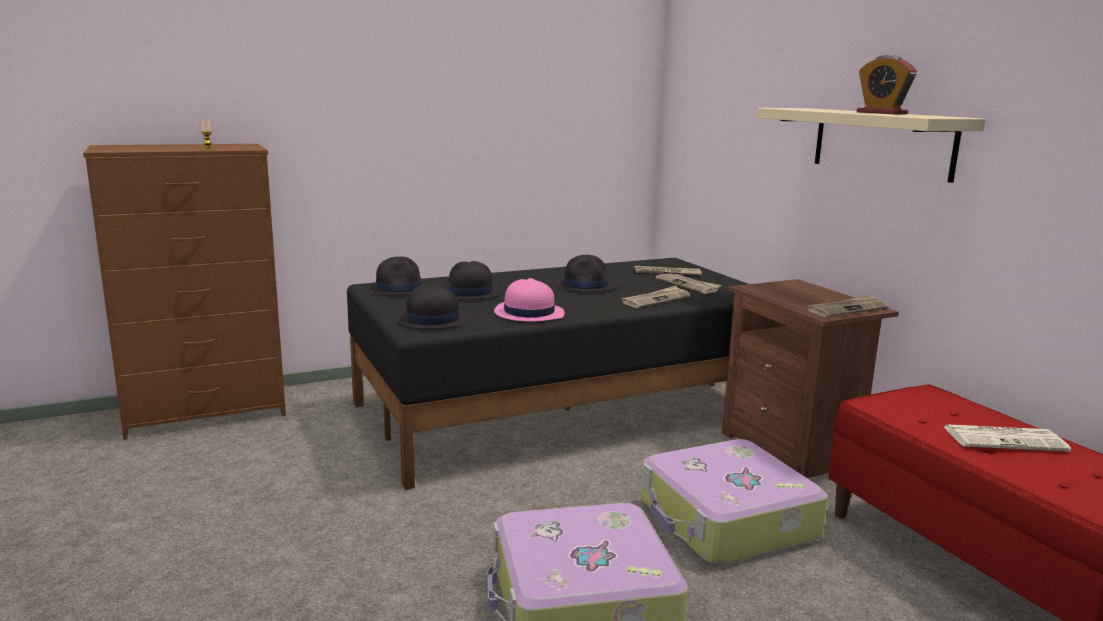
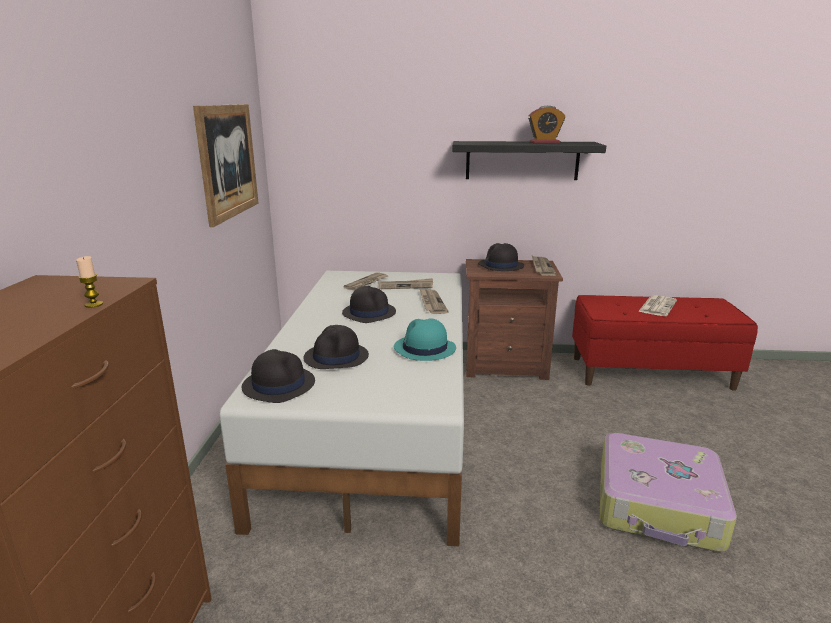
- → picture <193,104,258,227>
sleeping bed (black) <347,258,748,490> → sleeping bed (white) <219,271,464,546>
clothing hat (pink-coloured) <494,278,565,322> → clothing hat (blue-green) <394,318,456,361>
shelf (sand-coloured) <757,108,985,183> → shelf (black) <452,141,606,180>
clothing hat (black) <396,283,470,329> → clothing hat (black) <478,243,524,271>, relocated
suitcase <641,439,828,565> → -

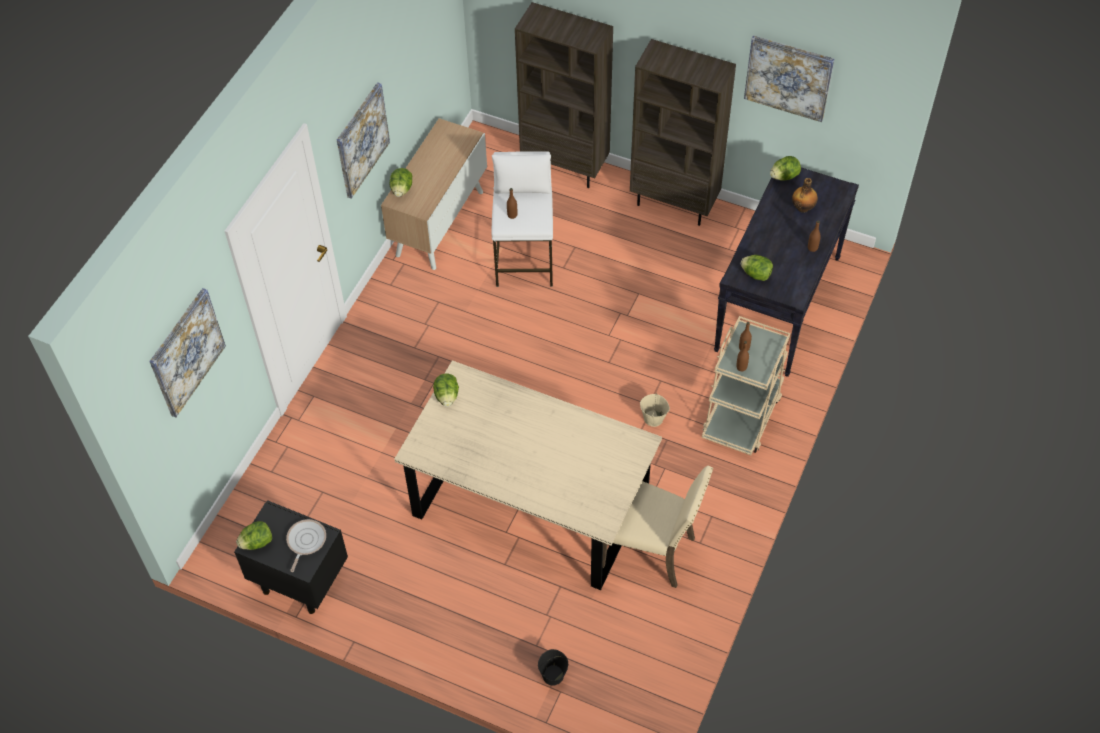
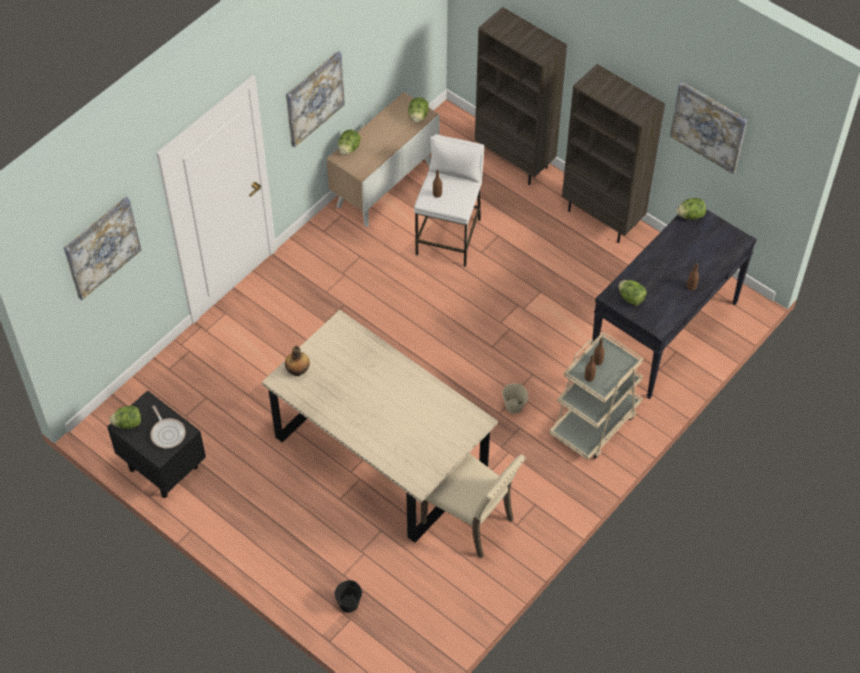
frying pan <286,519,326,572> → frying pan <150,406,186,448>, 120 degrees clockwise
drink bottle <792,178,818,213> → drink bottle <285,346,310,376>, relocated
head of lettuce <433,374,459,407> → head of lettuce <408,97,429,123>, relocated

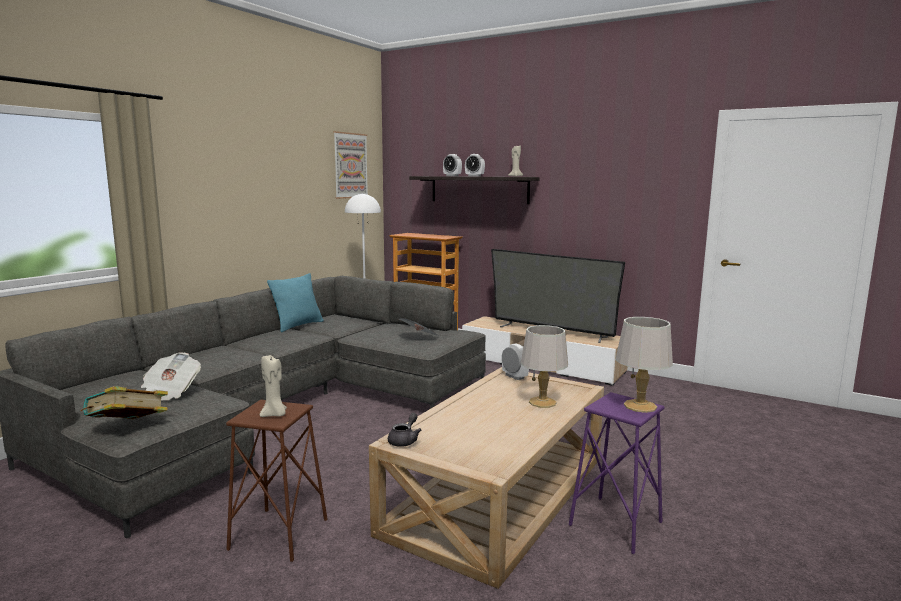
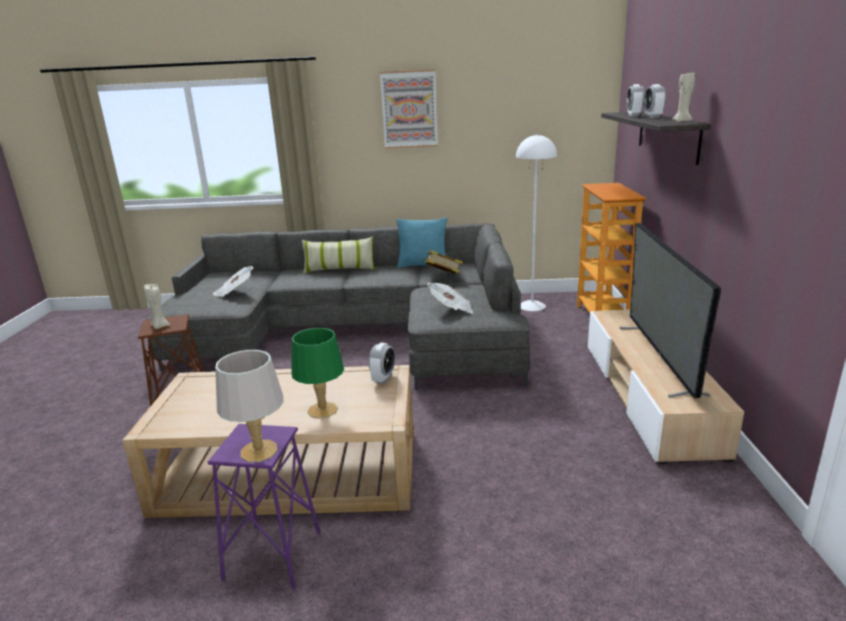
lamp for a table (gray) <521,325,568,408> → lamp for a table (green-coloured) <291,328,344,419>
- → throw pillow <302,237,375,274>
picture <333,131,368,199> → picture <380,69,438,149>, relocated
book <81,386,168,419> → book <423,250,463,274>, relocated
pot for tea (gray) <388,413,421,447> → -

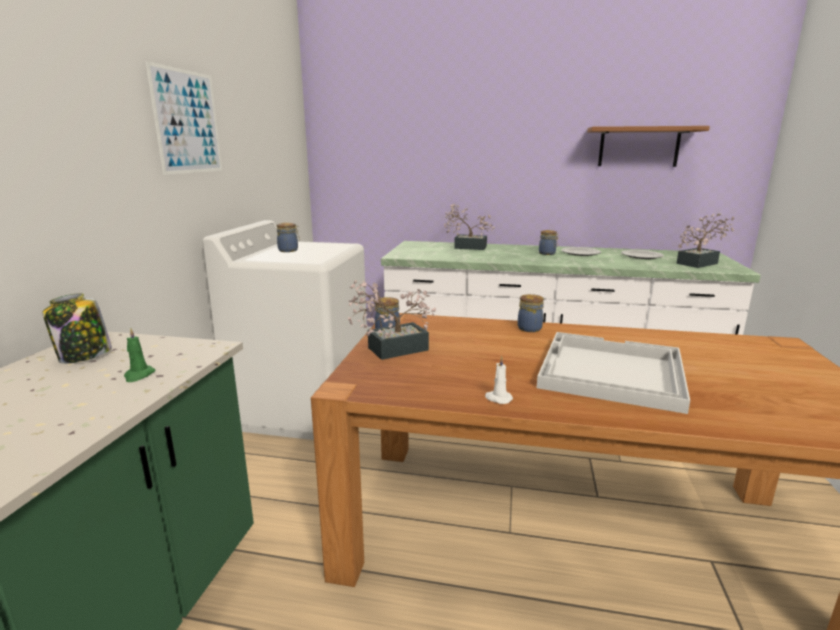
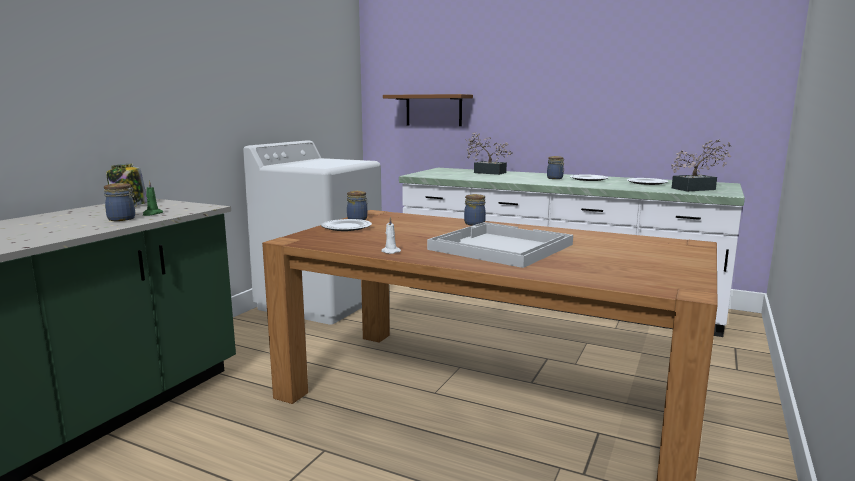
preserve jar <277,223,300,252> → preserve jar <104,183,137,221>, relocated
plant in a pot <348,280,436,360> → plate <321,219,372,231>
shelf (brown) <587,126,710,167> → shelf (brown) <383,94,473,126>, relocated
picture <146,61,222,175> → -

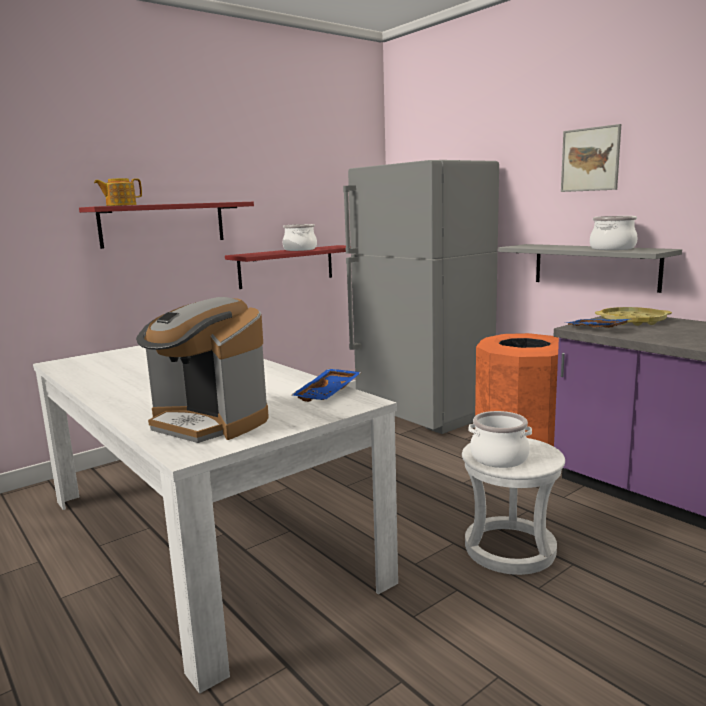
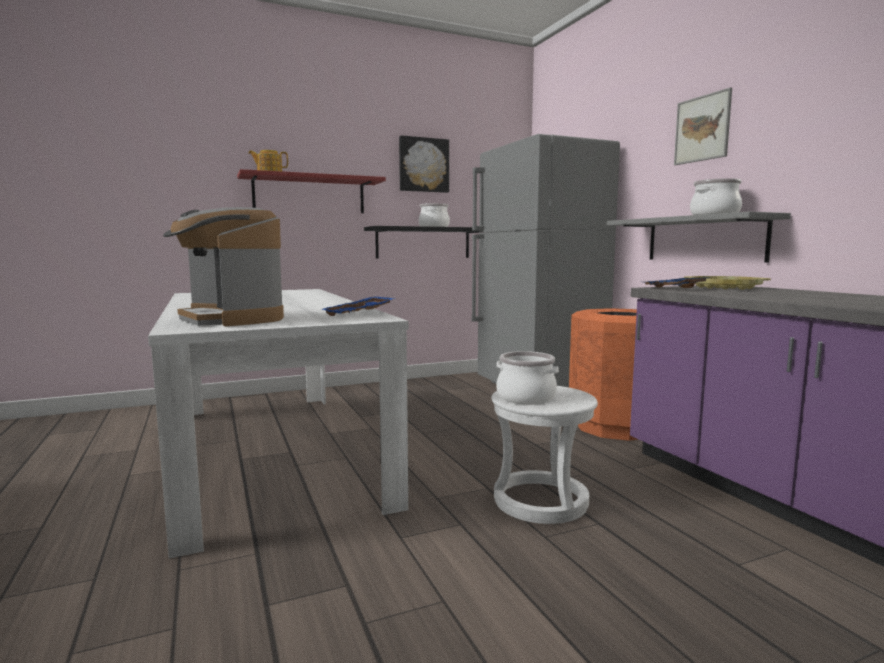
shelf (reddish) <225,245,351,289> → shelf (black) <364,226,479,259>
- → picture <399,135,449,193>

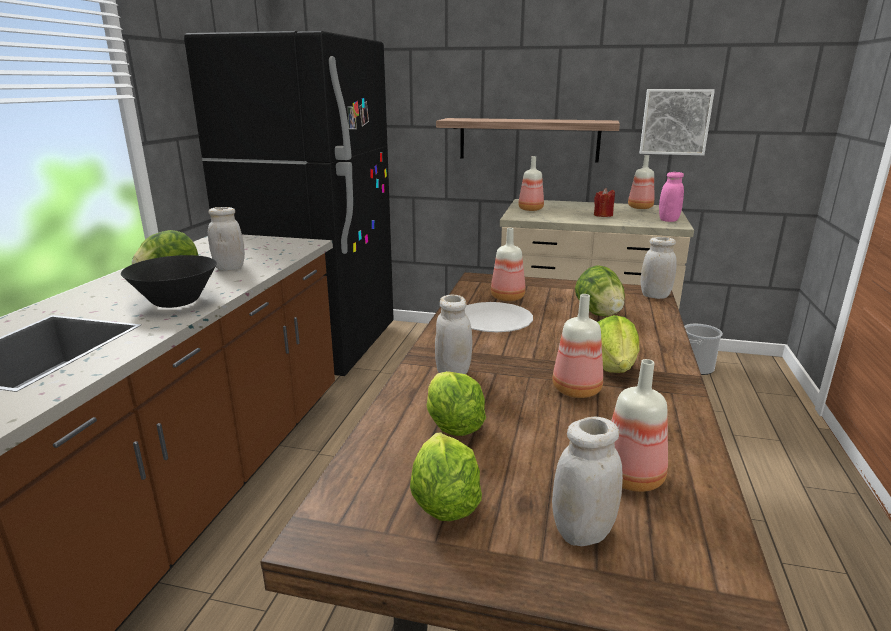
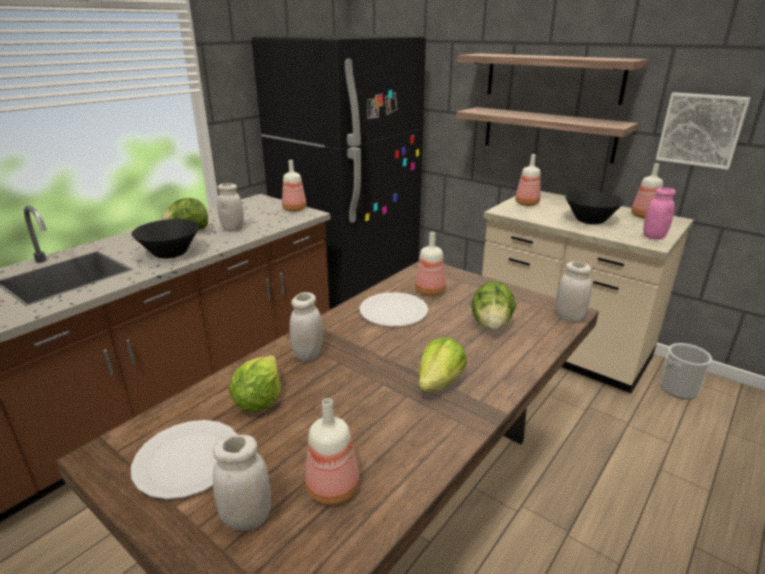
head of lettuce <410,432,482,521> → plate (white) <131,420,238,499>
drink bottle <552,294,603,398> → drink bottle <282,160,306,212>, relocated
- → shelf <457,53,649,105>
wax candle (reddish) <594,188,615,217> → serving bowl (black) <565,191,624,224>

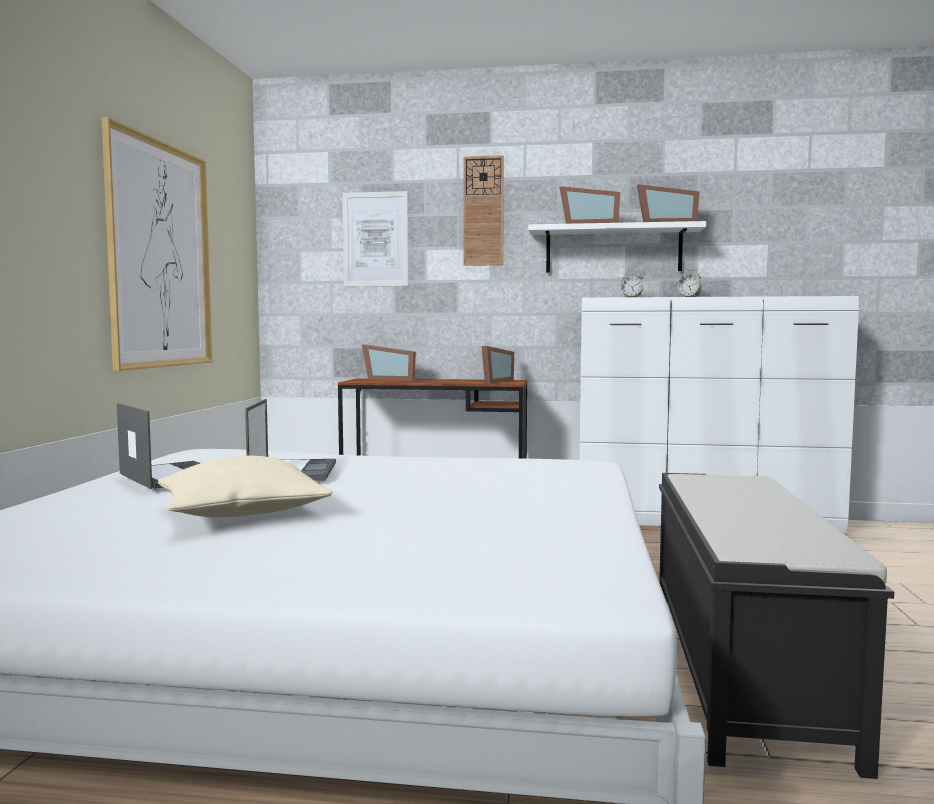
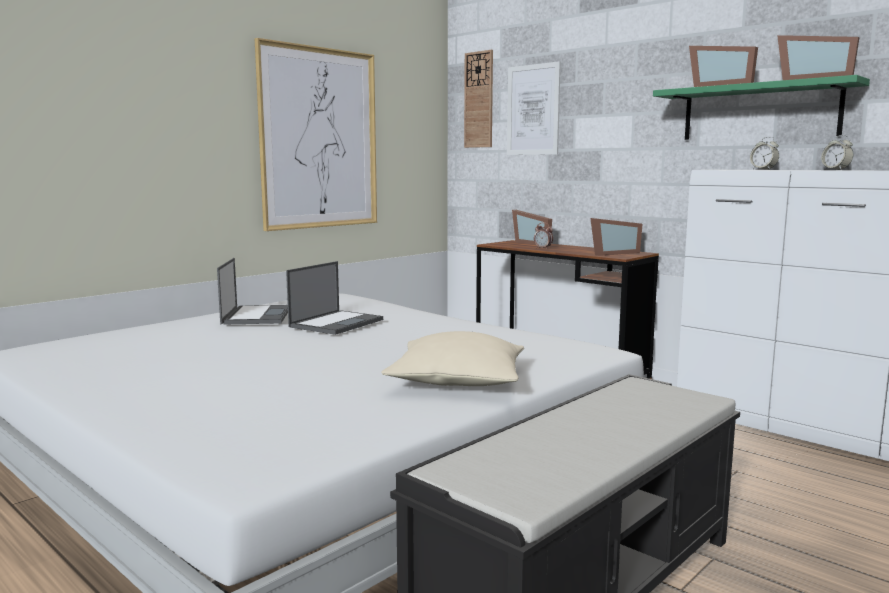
throw pillow (sand-coloured) <158,456,333,517> → throw pillow (sand-coloured) <381,331,524,386>, relocated
wall clock <464,155,504,266> → wall clock <464,50,493,148>, relocated
- → alarm clock <534,222,553,249>
shelf (white) <528,221,706,273> → shelf (green-coloured) <653,75,870,140>

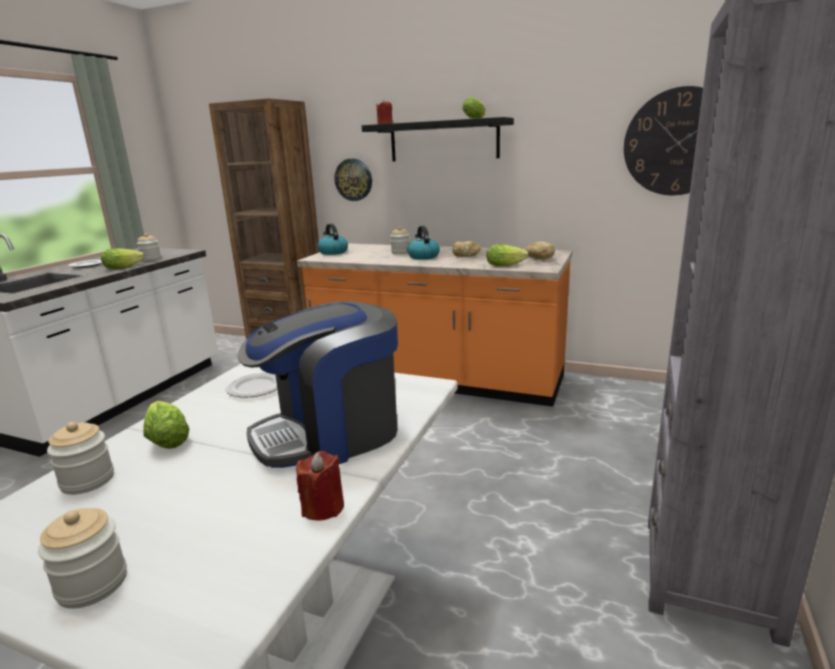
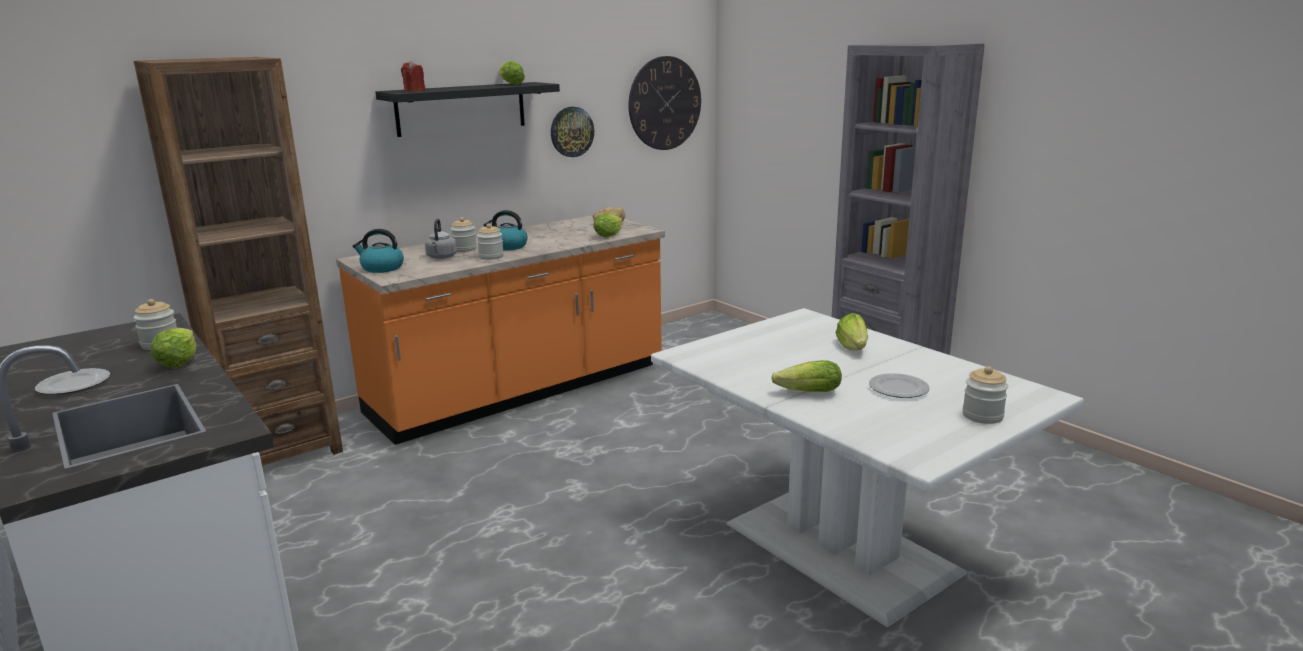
- → water kettle (gray) <425,219,457,259>
preserve jar <47,422,114,495> → preserve jar <477,224,504,260>, relocated
wall clock <335,159,372,201> → wall clock <551,107,594,157>, relocated
coffee machine <238,301,398,468> → head of lettuce <835,313,868,350>
plate <225,372,277,398> → plate <869,373,930,398>, relocated
wax candle (reddish) <296,451,344,521> → -
bakery bread <452,241,481,257> → -

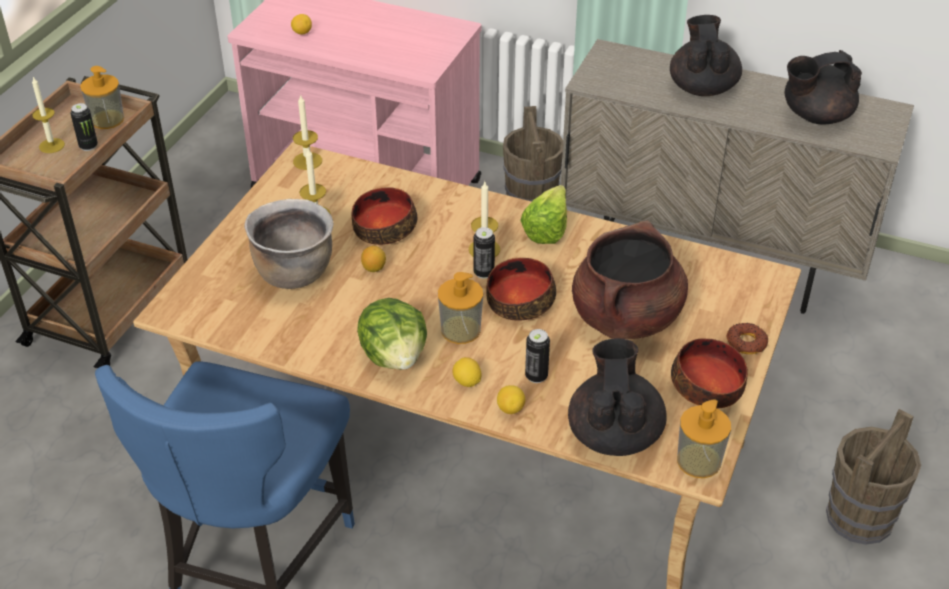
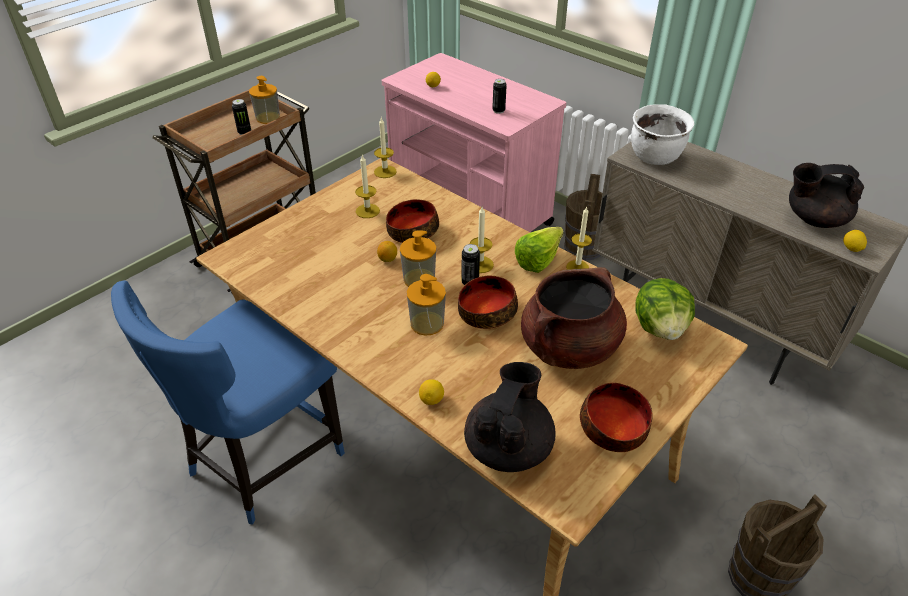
liquid soap bottle <677,399,731,478> → liquid soap bottle <400,230,436,287>, relocated
metal can <525,329,550,383> → metal can <492,79,507,114>, relocated
wax candle <32,77,65,153> → wax candle <566,206,592,270>, relocated
- → cooking pot (white) <631,104,694,165>
head of lettuce <357,298,427,370> → head of lettuce <635,278,695,340>, relocated
lemon <452,357,482,387> → lemon <843,230,867,252>, relocated
cooking pot (brown) <244,199,334,289> → -
pot for tea (black) <670,15,742,96> → -
ring doughnut <726,323,768,354> → -

